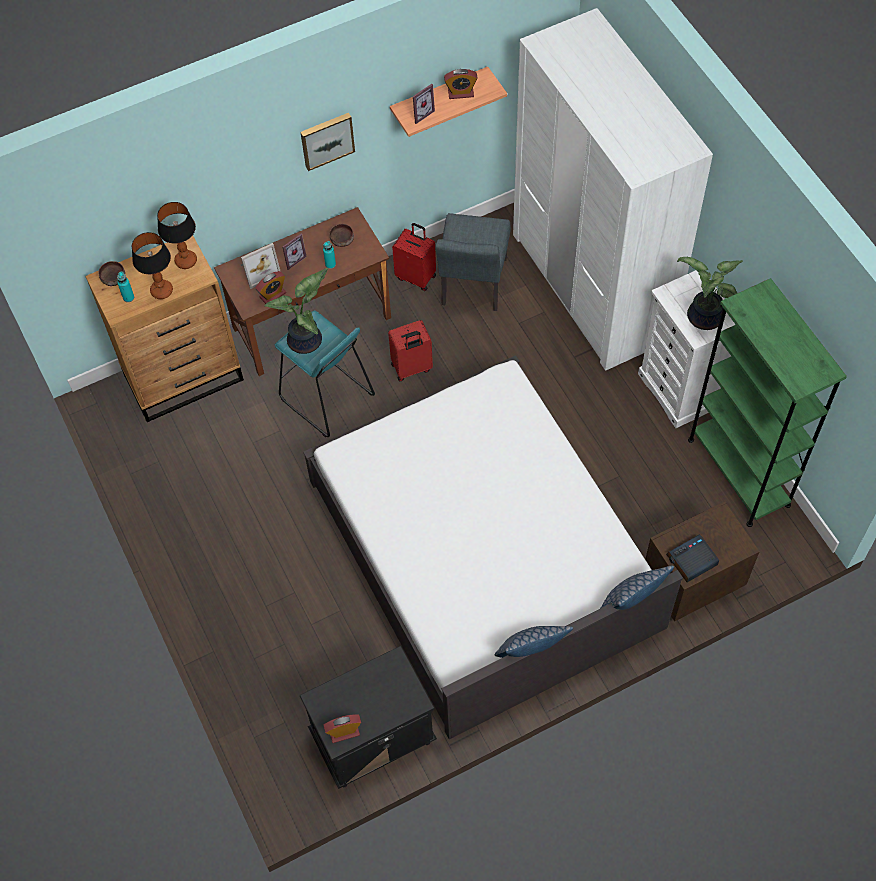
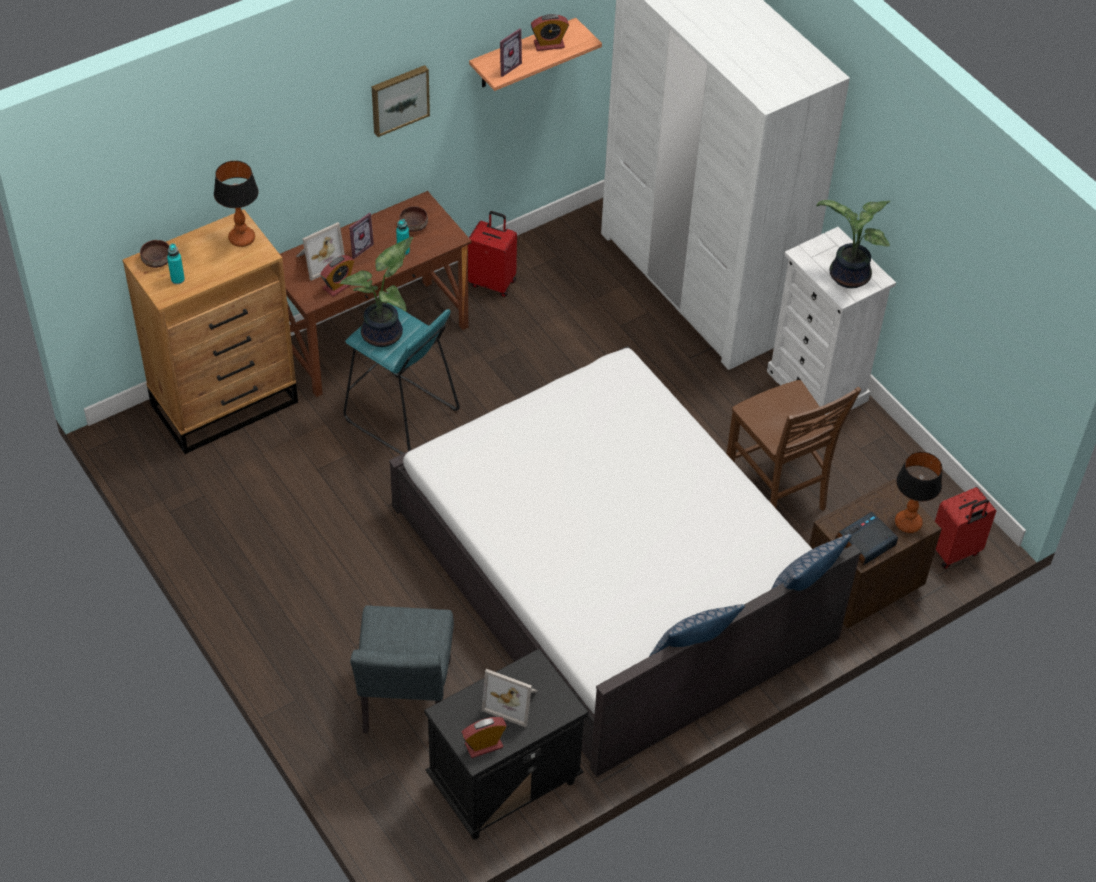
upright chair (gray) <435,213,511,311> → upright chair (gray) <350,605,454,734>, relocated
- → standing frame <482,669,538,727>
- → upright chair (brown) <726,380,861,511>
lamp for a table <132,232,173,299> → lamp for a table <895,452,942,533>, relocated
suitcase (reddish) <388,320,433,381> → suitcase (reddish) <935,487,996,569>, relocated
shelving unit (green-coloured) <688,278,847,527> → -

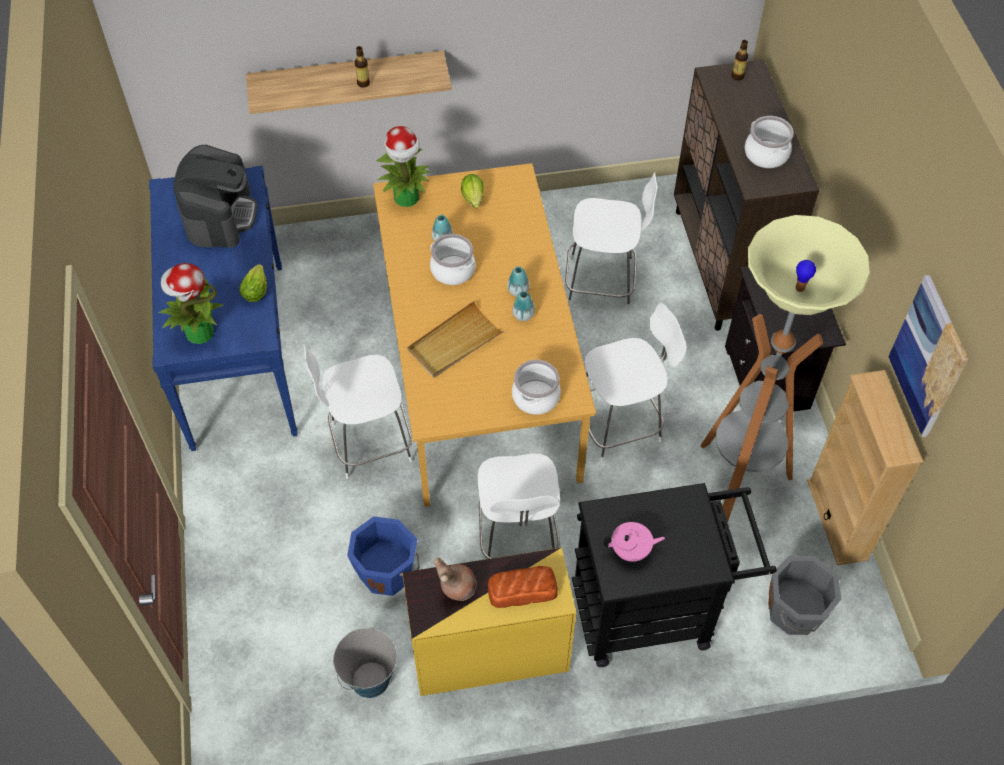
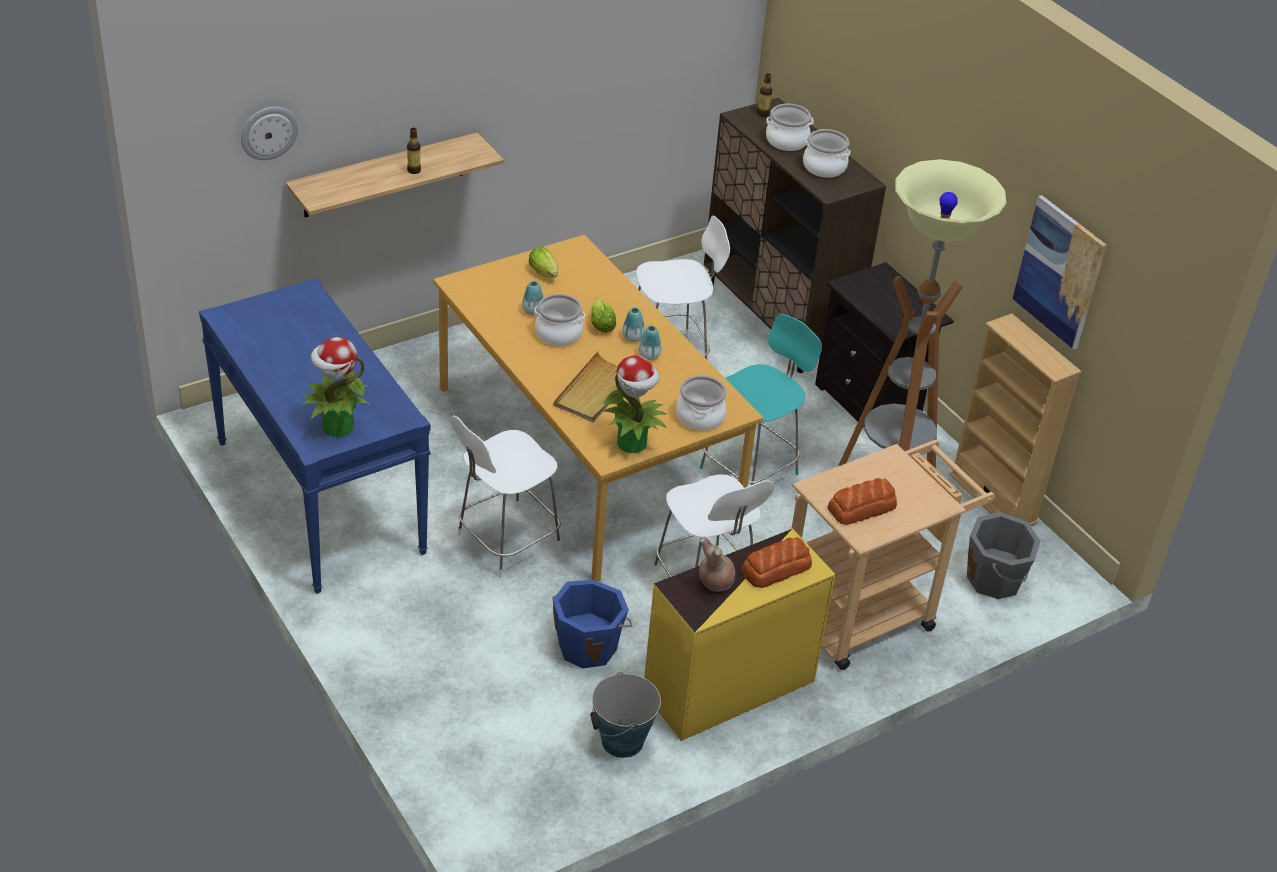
- → wall clock <241,107,298,160>
head of lettuce <239,264,267,302> → head of lettuce <591,299,616,333>, relocated
plant in a pot <376,126,430,207> → plant in a pot <602,355,667,453>, relocated
upright chair (white) <585,303,687,463> → upright chair (blue-green) <700,314,822,485>
- → cooking pot <766,103,813,151>
cart (black) <572,483,777,667> → cart (sand-coloured) <791,440,995,670>
pot for tea (pink-coloured) <603,522,665,562> → bakery bread <828,478,897,525>
coffee machine <174,145,257,248> → -

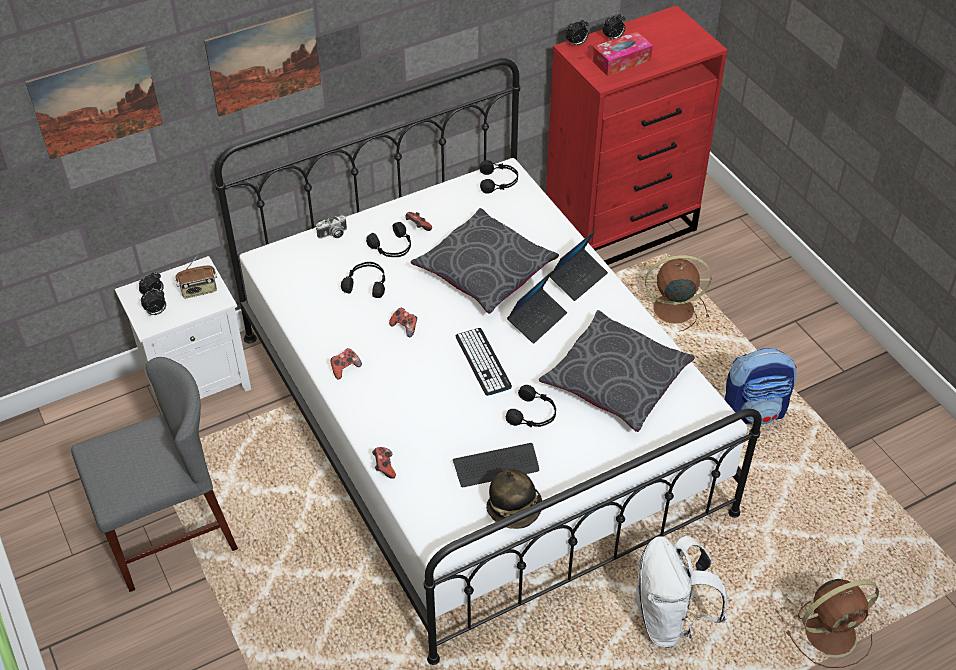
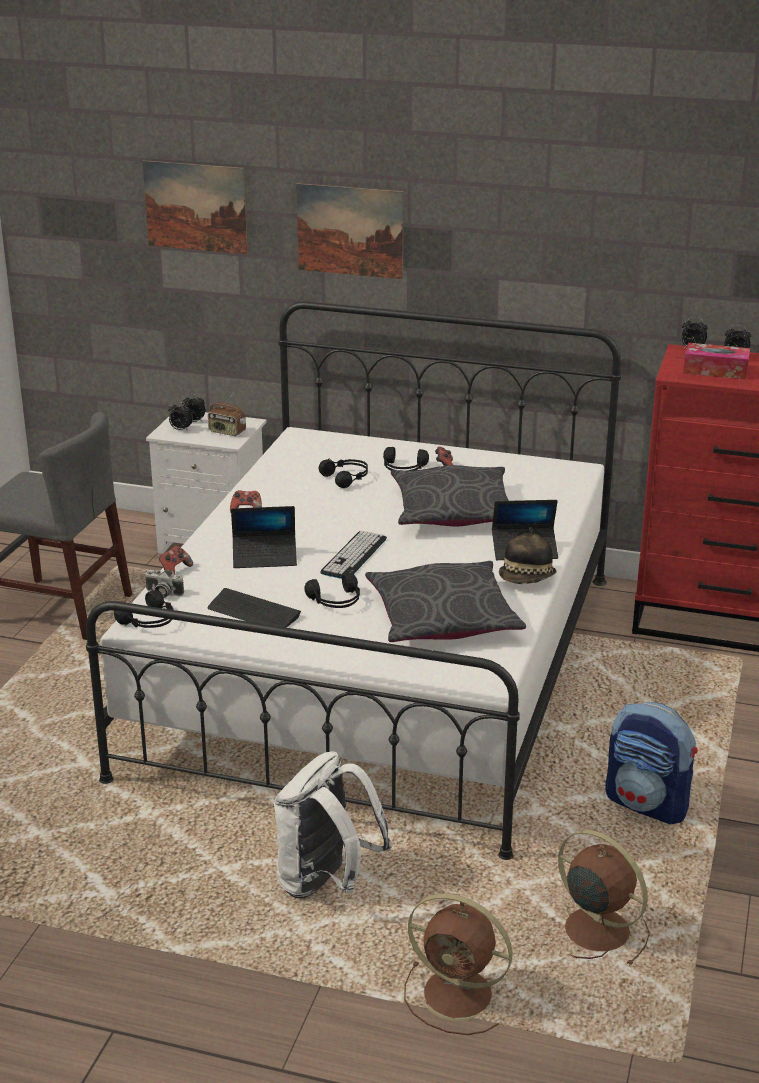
headset (black) <479,160,518,194> → headset (black) <114,590,174,628>, relocated
photo camera <316,215,347,239> → photo camera <145,570,184,598>, relocated
notebook computer <507,271,567,344> → notebook computer <231,506,297,568>, relocated
clothing hat <486,469,542,529> → clothing hat <499,527,557,584>, relocated
fan (brown) <645,255,712,332> → fan (brown) <558,830,650,966>, relocated
gamepad <389,308,417,337> → -

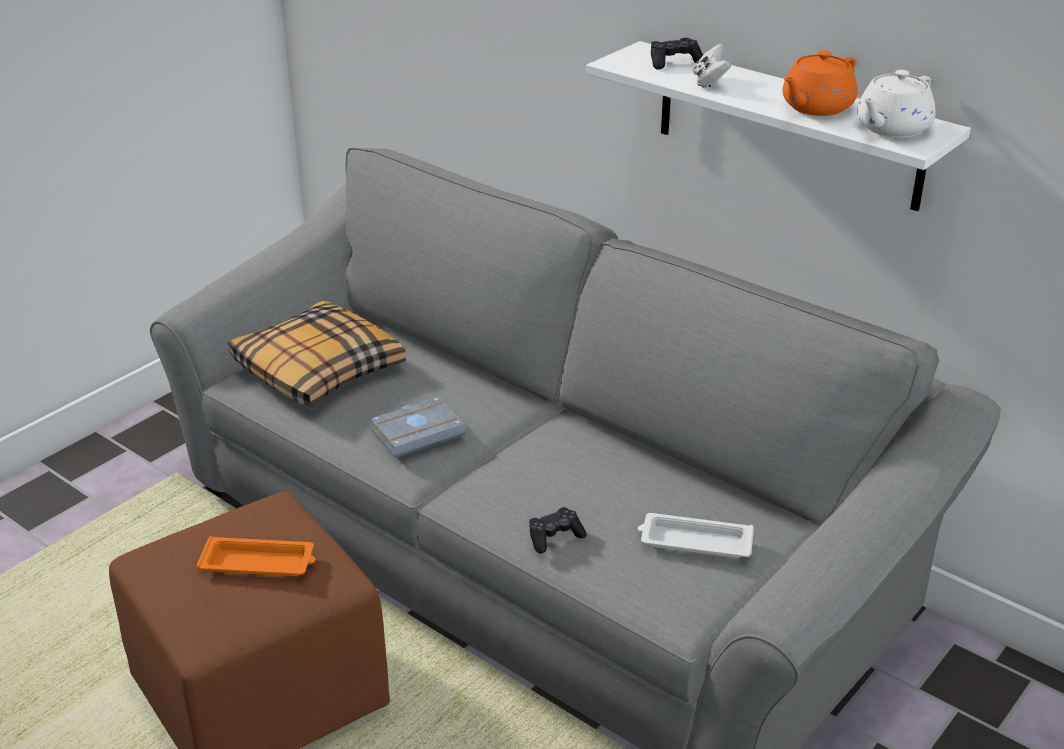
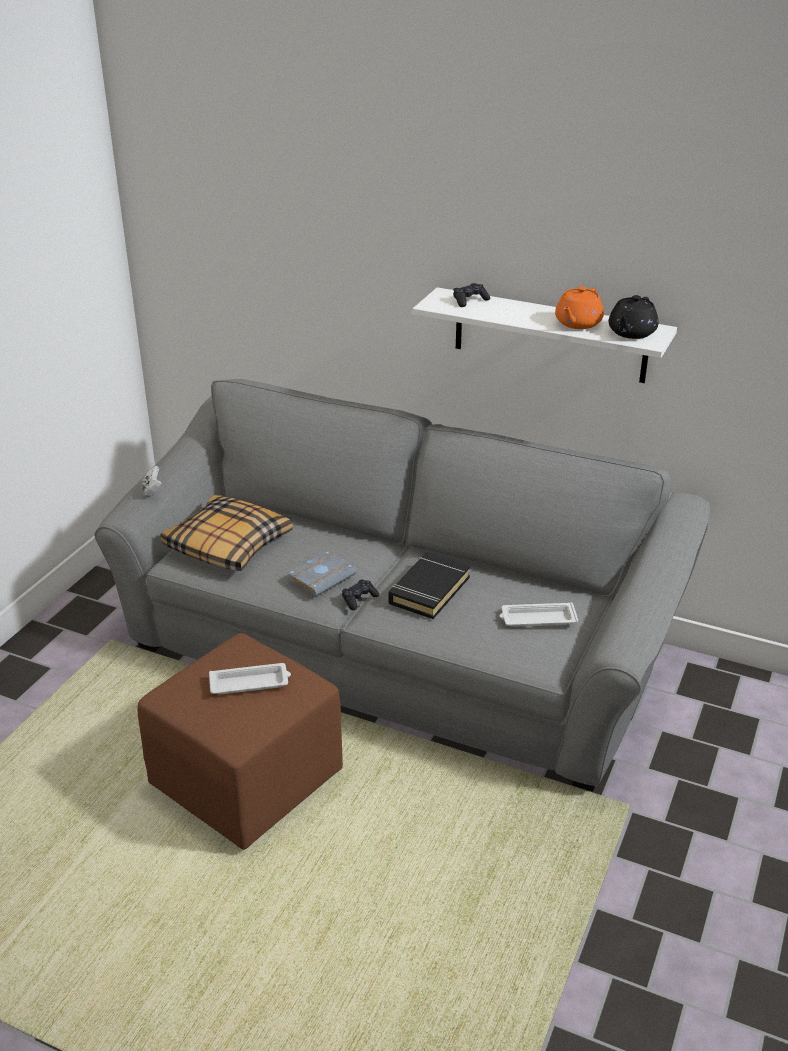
gamepad (white) <693,44,731,88> → gamepad (white) <142,466,162,496>, relocated
carrying tray (orange) <197,536,315,576> → carrying tray (white) <209,663,291,694>
gamepad (black) <529,507,587,554> → gamepad (black) <342,579,379,610>, relocated
- → book (black) <388,552,470,619>
pot for tea (white) <857,70,936,138> → pot for tea (black) <609,295,659,339>

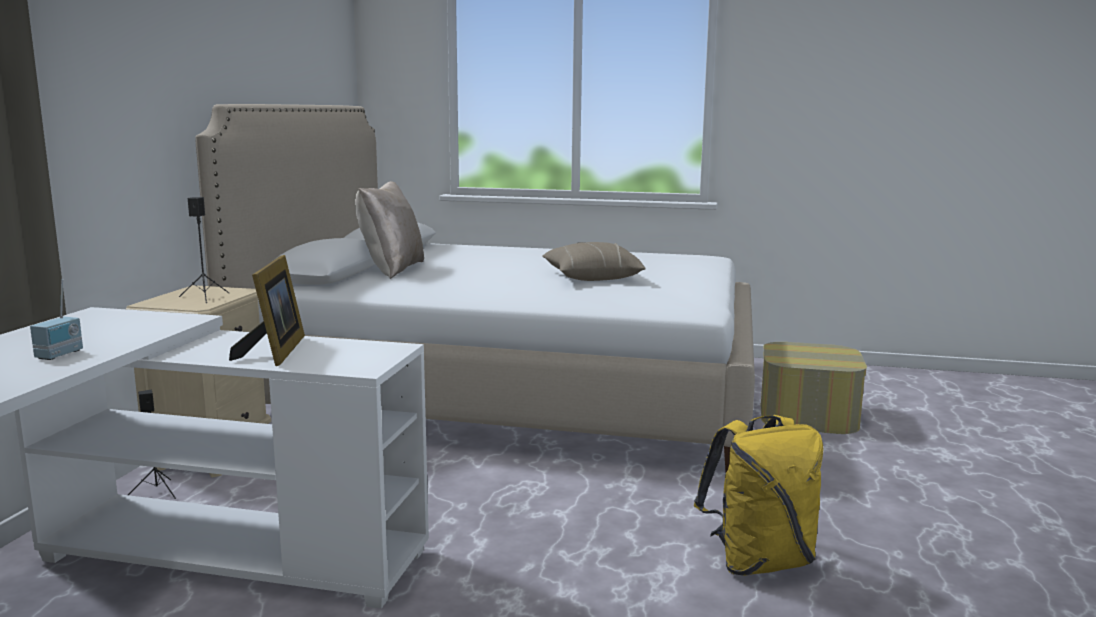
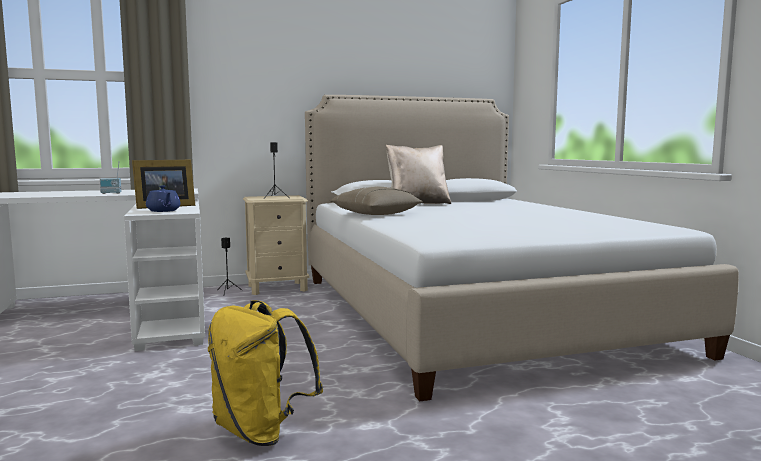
- → pot for tea (blue) <146,185,181,212>
throw pillow (sand-coloured) <542,242,646,281> → throw pillow (sand-coloured) <330,186,423,215>, relocated
footrest <760,342,867,434> → -

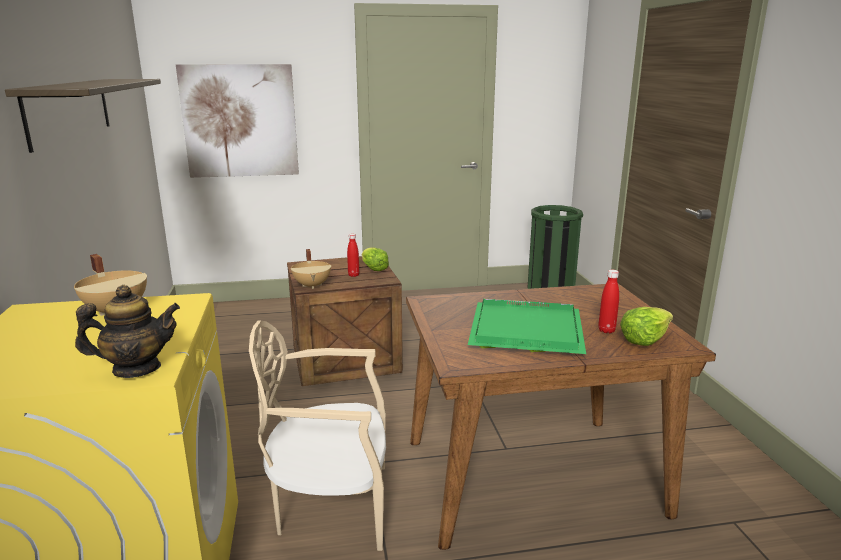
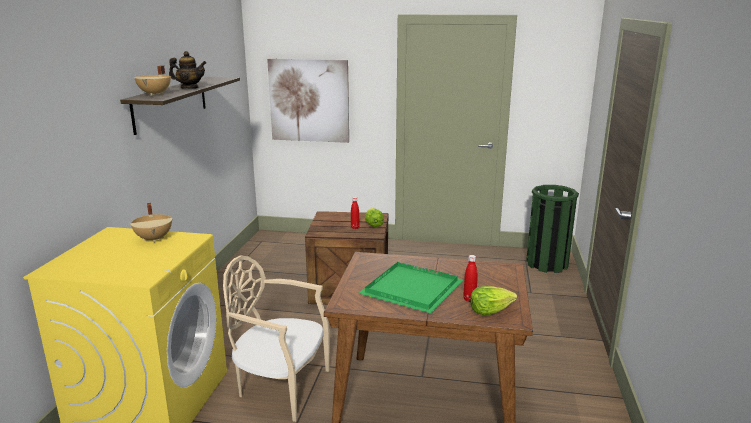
cooking pot (sand-coloured) <290,249,331,289> → cooking pot (sand-coloured) <134,65,171,96>, relocated
pot for tea <75,285,180,378> → pot for tea <169,51,206,89>, relocated

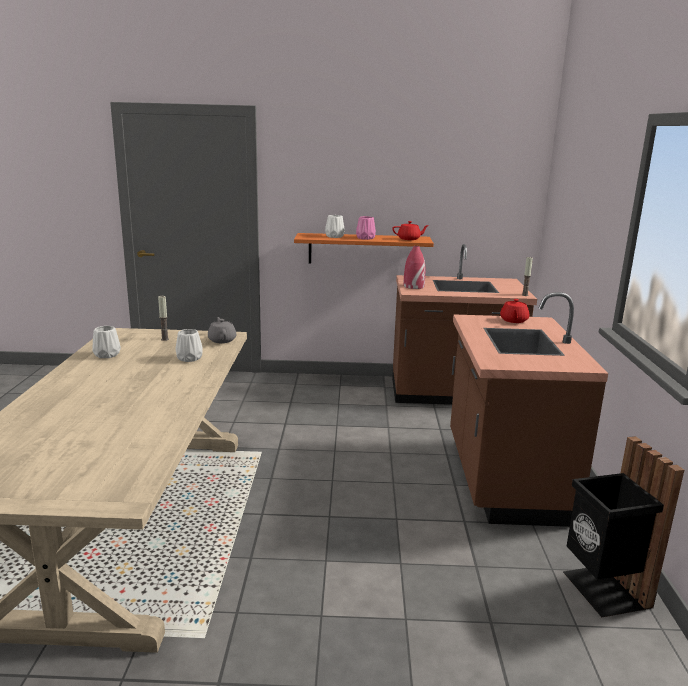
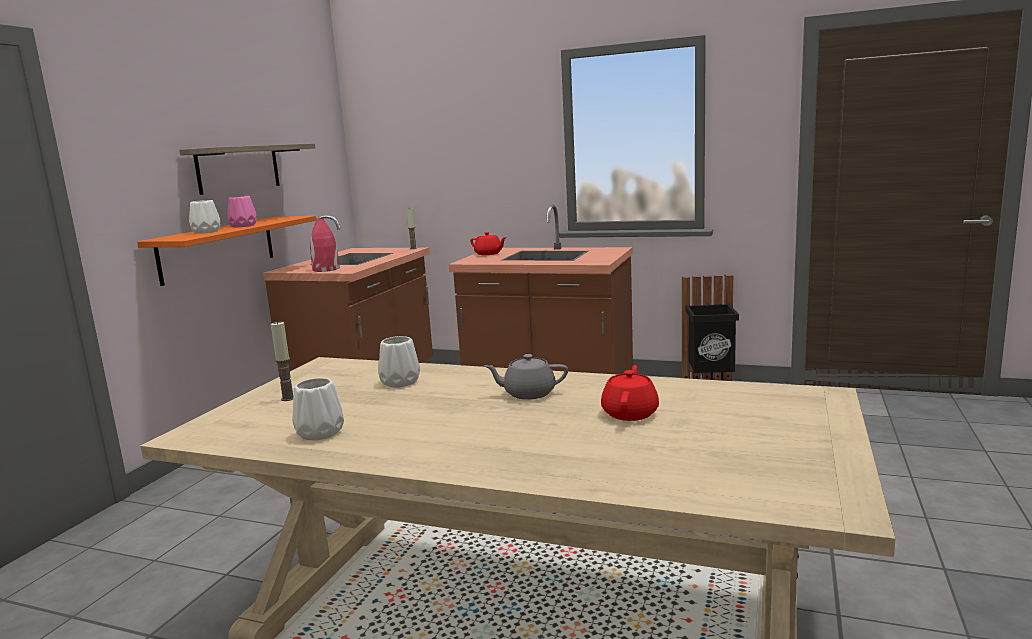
- → shelf <179,143,315,195>
pot for tea (gray) <208,317,236,343> → pot for tea (gray) <484,354,568,400>, relocated
pot for tea (reddish) <392,221,429,240> → pot for tea (reddish) <601,365,659,421>, relocated

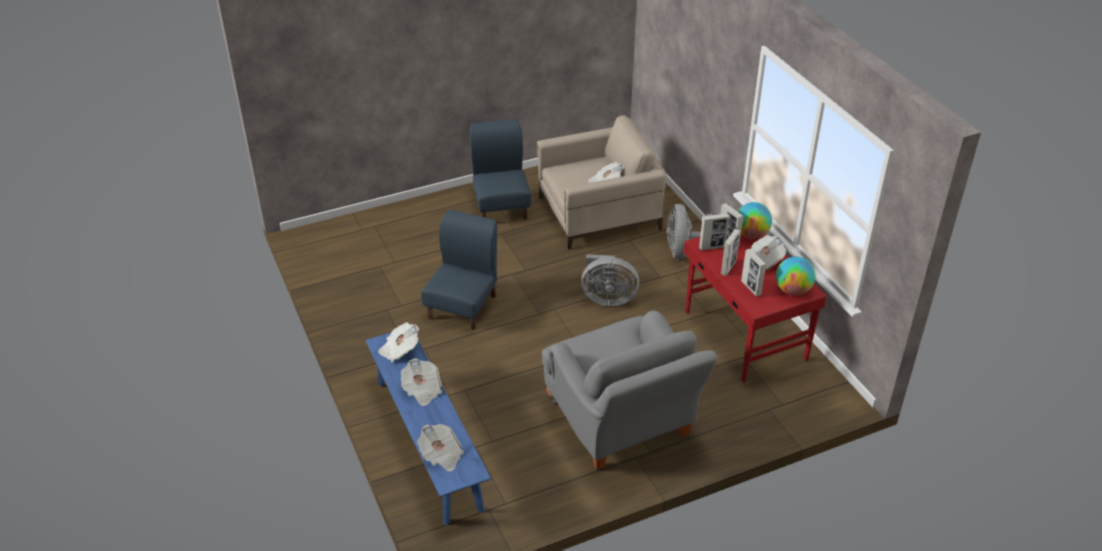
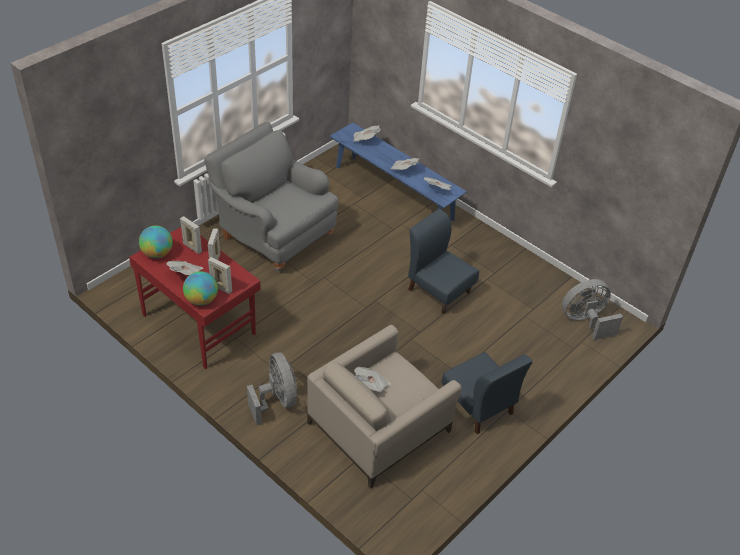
upright chair (blue) <421,209,497,330> → upright chair (blue) <408,209,479,314>, 135 degrees clockwise
fan (gray) <581,254,639,306> → fan (gray) <562,279,623,340>, relocated
standing frame <699,213,729,250> → -

